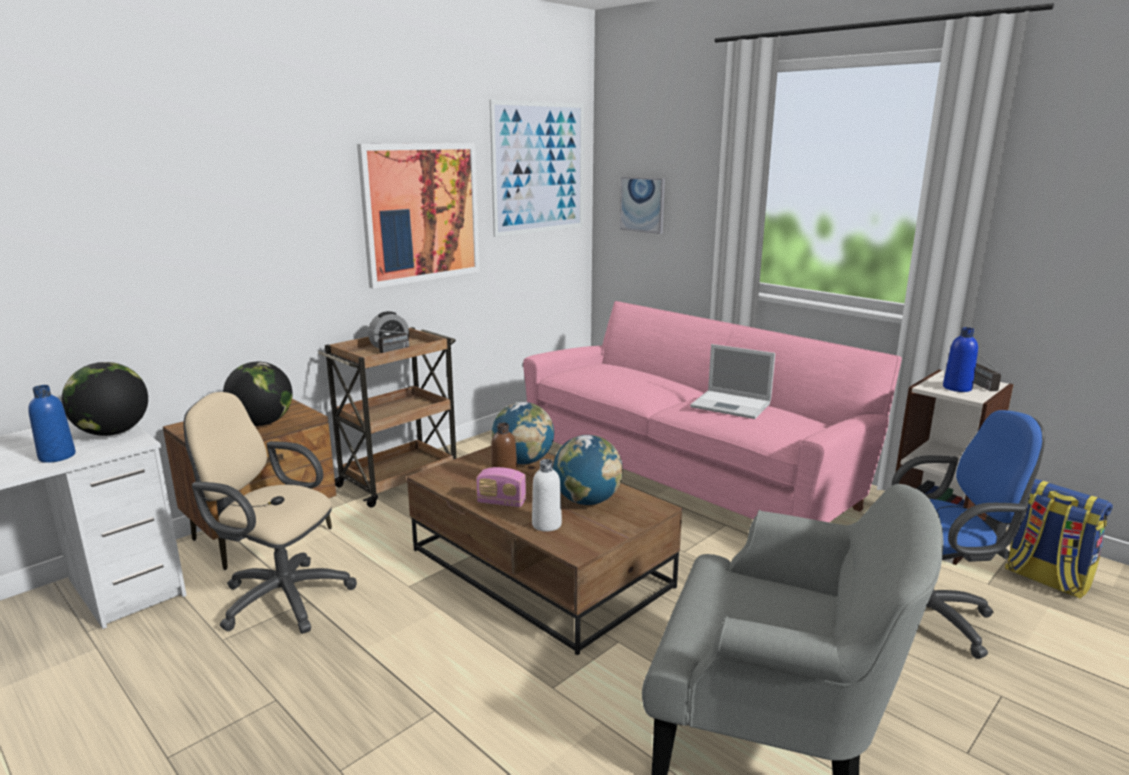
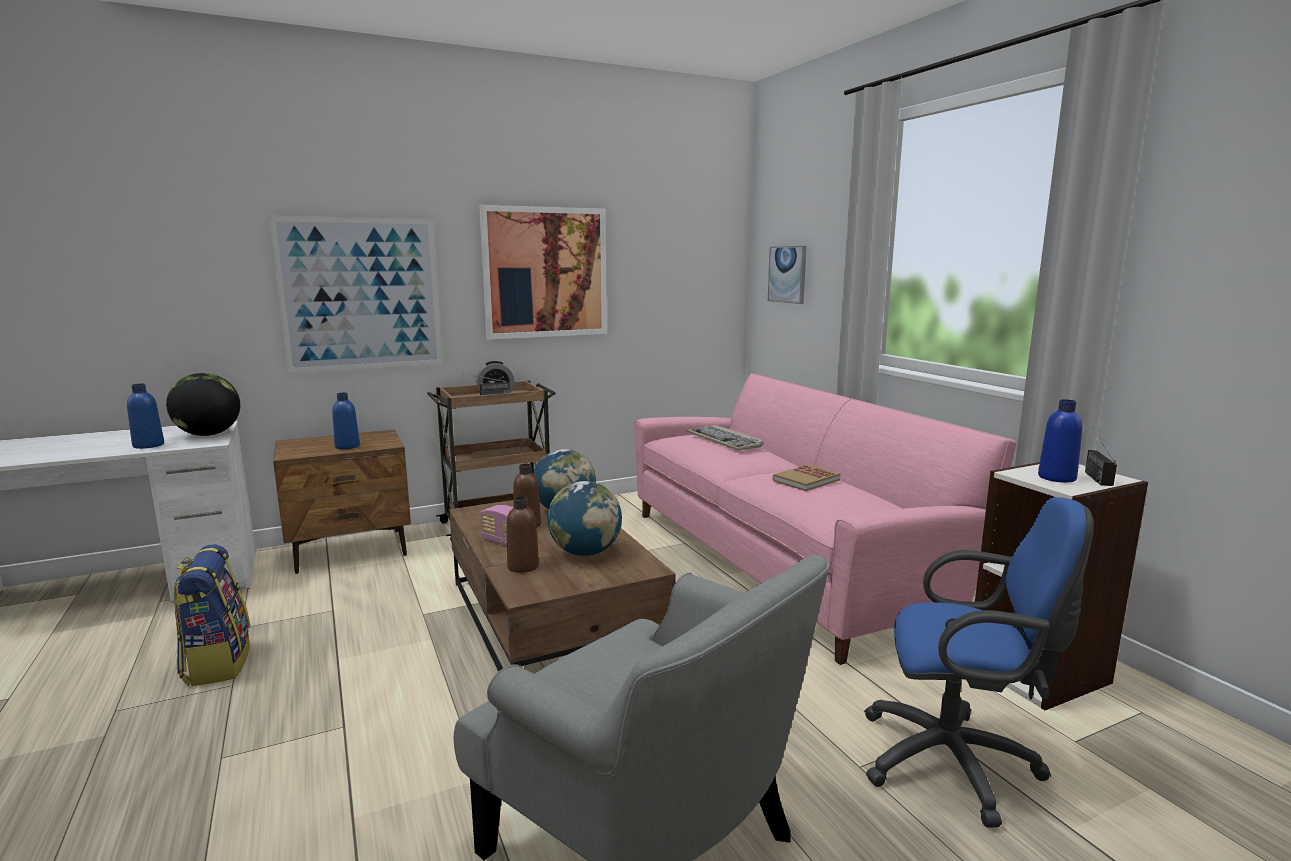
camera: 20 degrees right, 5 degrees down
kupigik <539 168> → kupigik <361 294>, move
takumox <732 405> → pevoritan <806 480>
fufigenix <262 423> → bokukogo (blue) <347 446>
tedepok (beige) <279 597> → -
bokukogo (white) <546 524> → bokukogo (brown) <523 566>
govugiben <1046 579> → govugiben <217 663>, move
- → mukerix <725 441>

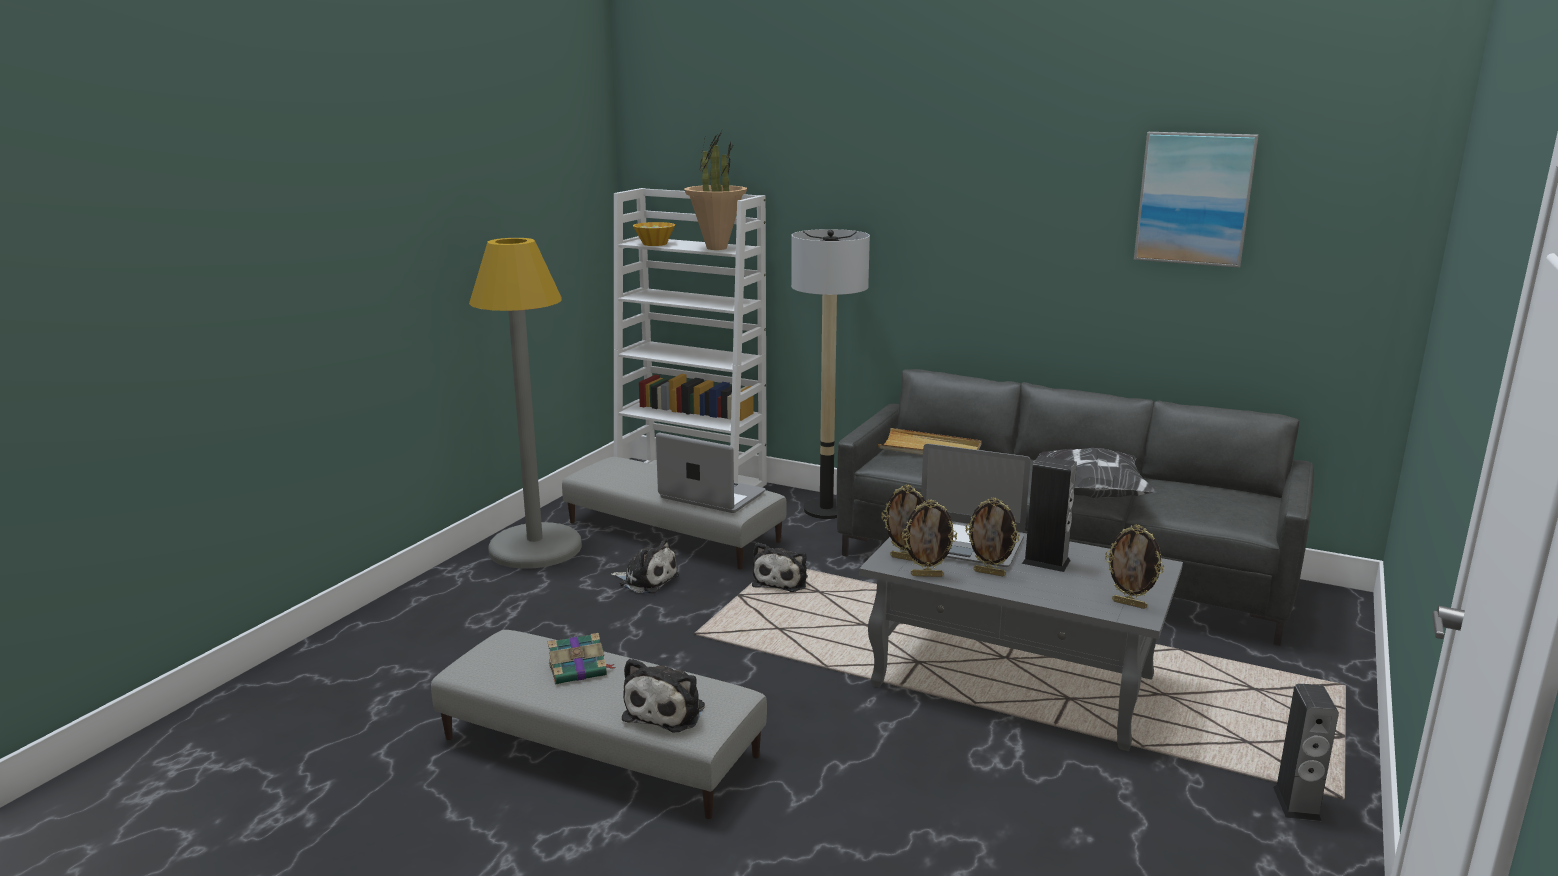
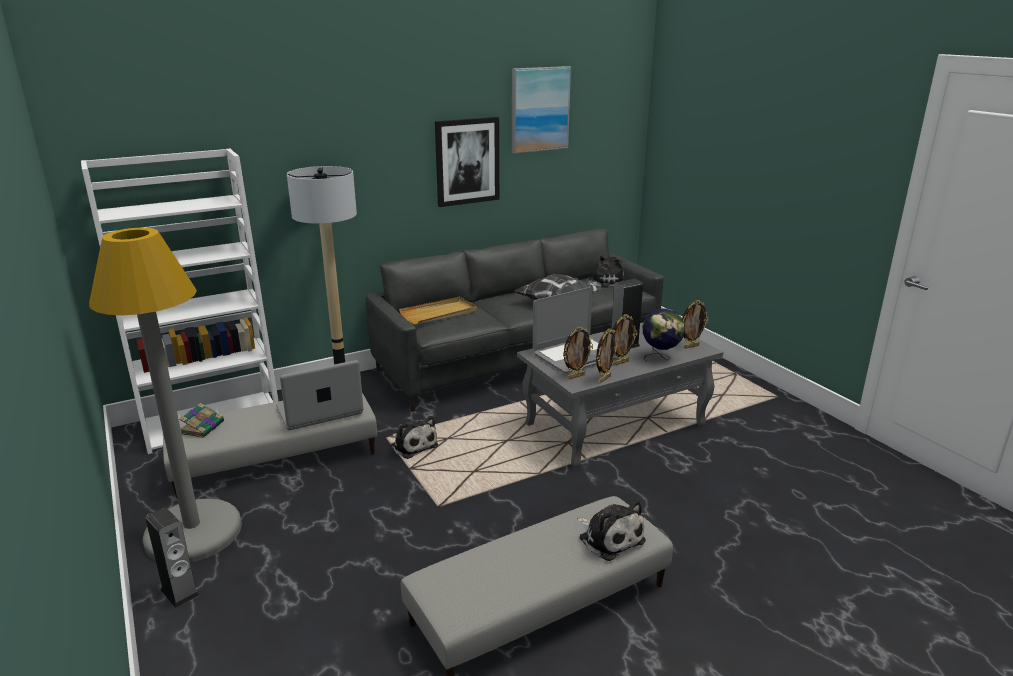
camera: 55 degrees left, 5 degrees up
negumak <716 248> → -
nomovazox <655 244> → -
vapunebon <646 580> → vapunebon <604 282>, move
pevoritan <579 670> → pevoritan <203 427>, move
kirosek <1296 803> → kirosek <179 592>, move
- → kupigik <467 161>
- → fufigenix <660 358>

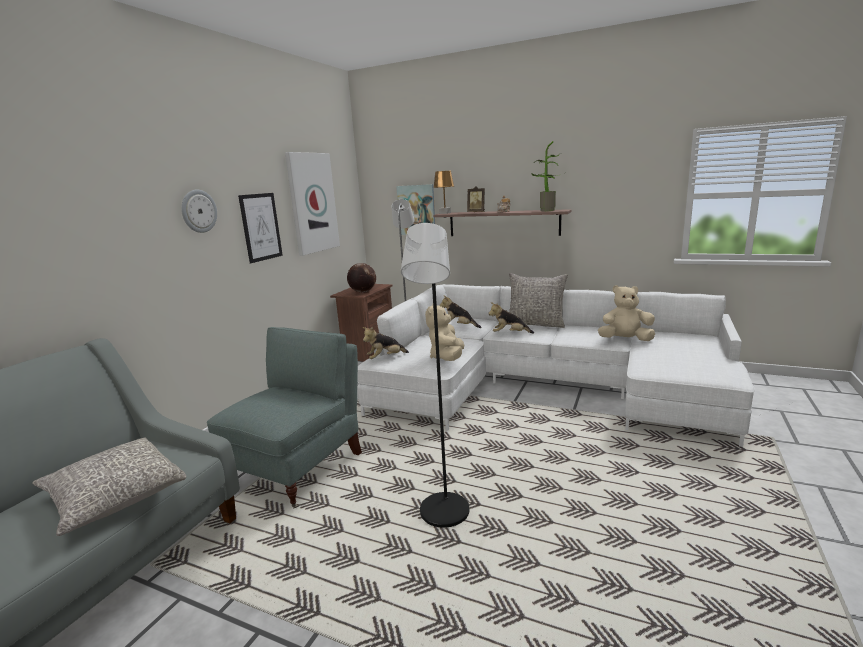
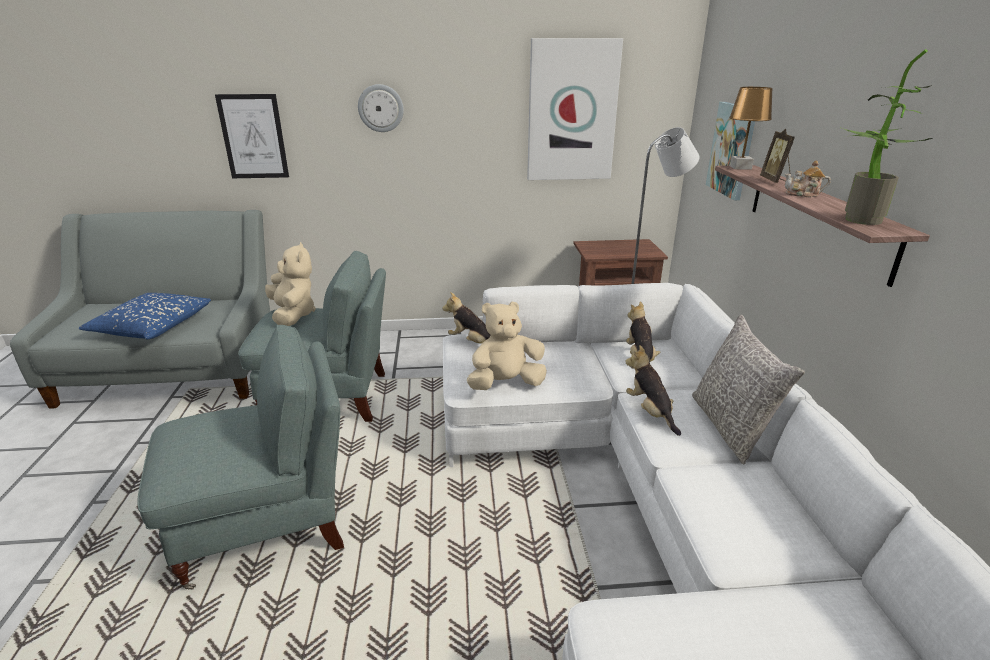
camera: 60 degrees right, 10 degrees up
kupigik <261 227> → kupigik <253 137>, move
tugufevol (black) <443 518> → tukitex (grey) <267 525>
fufigenix <362 292> → -
vapunebon (beige) <625 340> → vapunebon (beige) <293 315>, move
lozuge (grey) <114 496> → lozuge (blue) <152 326>

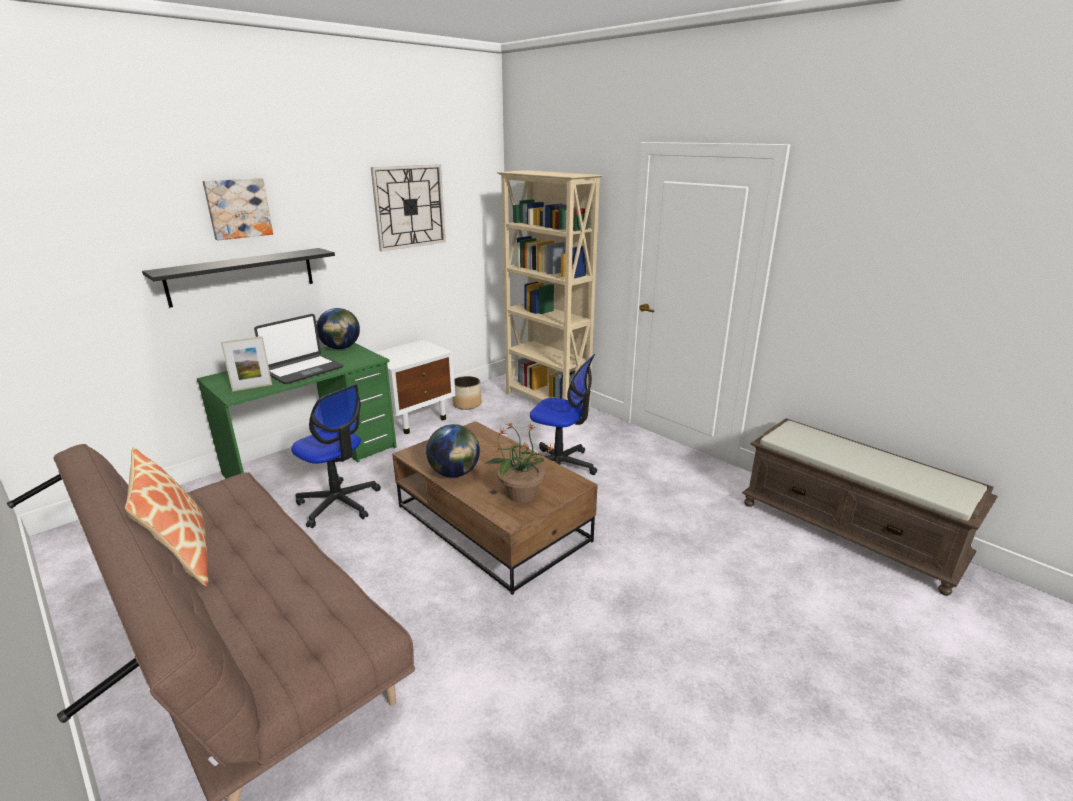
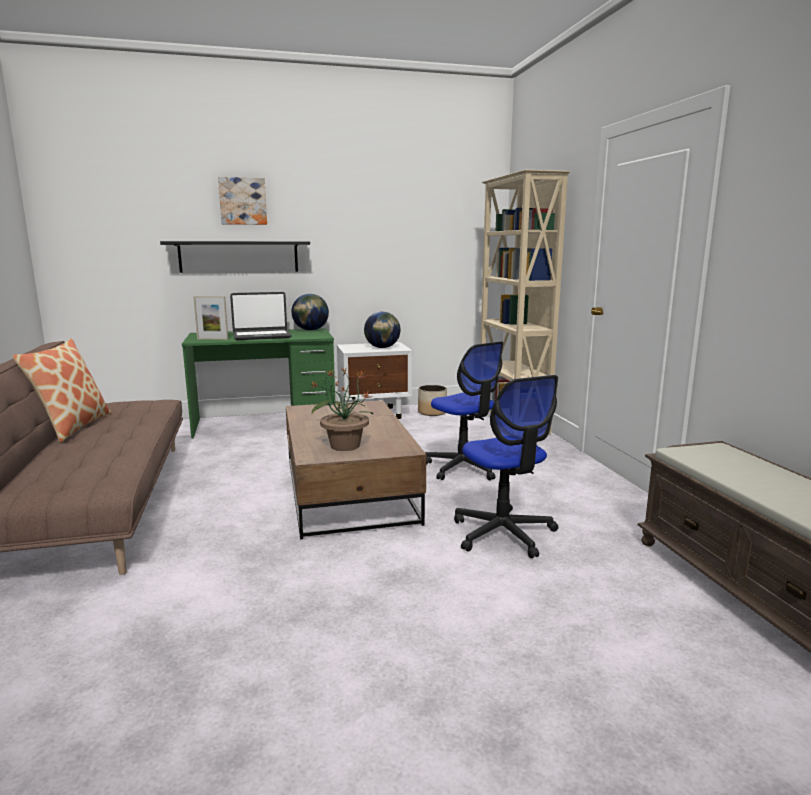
camera: 30 degrees right, 10 degrees down
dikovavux <409 207> → -
tedepok <339 503> → tedepok <503 533>, move
fufigenix <455 473> → fufigenix <382 347>, move

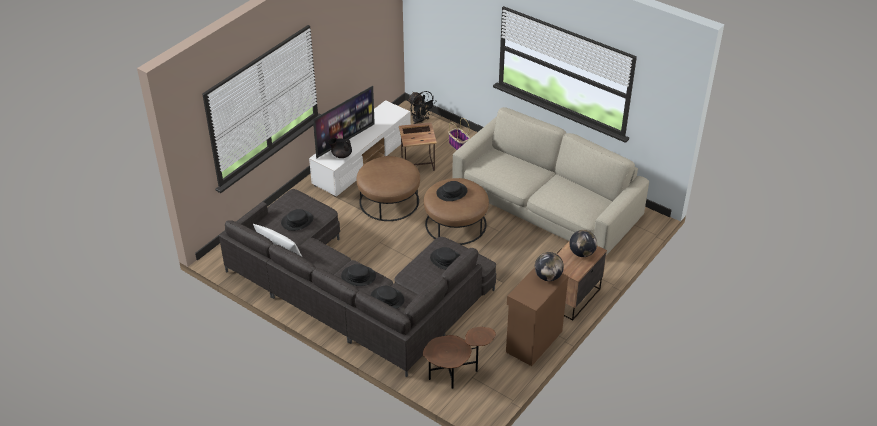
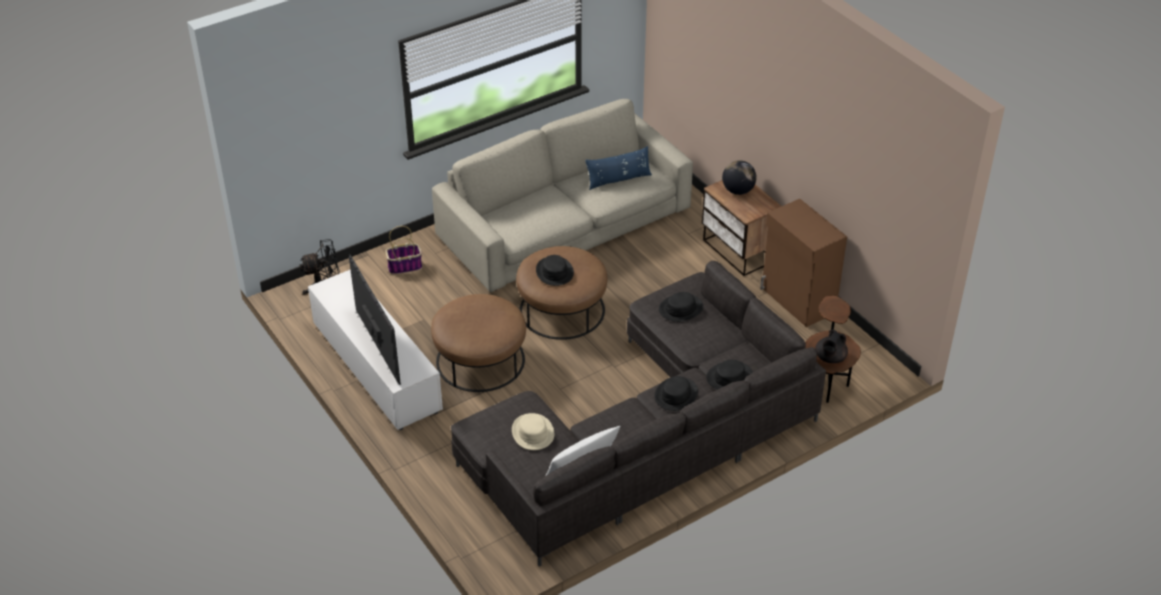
camera: 70 degrees left, 0 degrees up
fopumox <418 164> → -
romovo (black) <341 155> → romovo (black) <830 358>, move
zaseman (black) <297 221> → zaseman (beige) <532 432>
fufigenix <548 277> → -
- → lozuge (blue) <618 180>

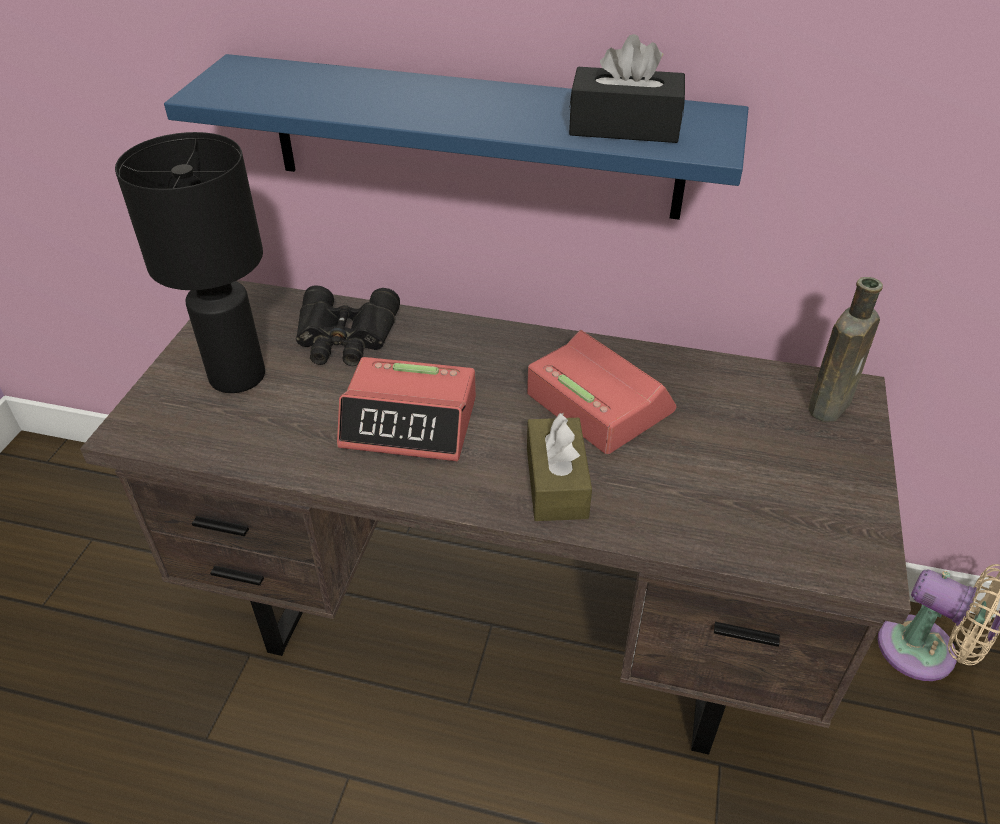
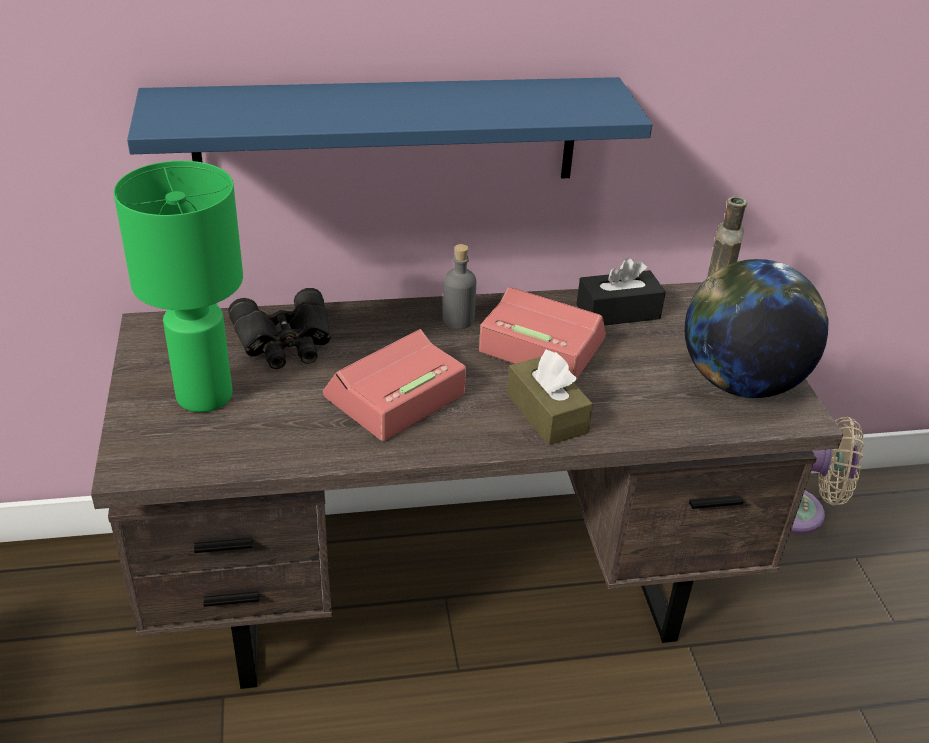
camera: 25 degrees left, 5 degrees down
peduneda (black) <624 127> → peduneda (black) <618 312>, move
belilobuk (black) <239 375> → belilobuk (green) <205 395>
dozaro <410 422> → dozaro <394 397>, 150 degrees clockwise
- → bokukogo (grey) <458 320>
- → fufigenix <740 383>

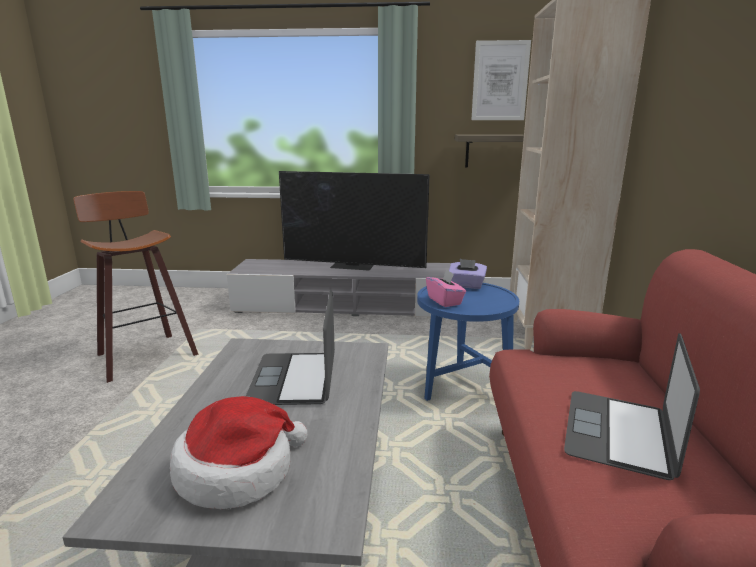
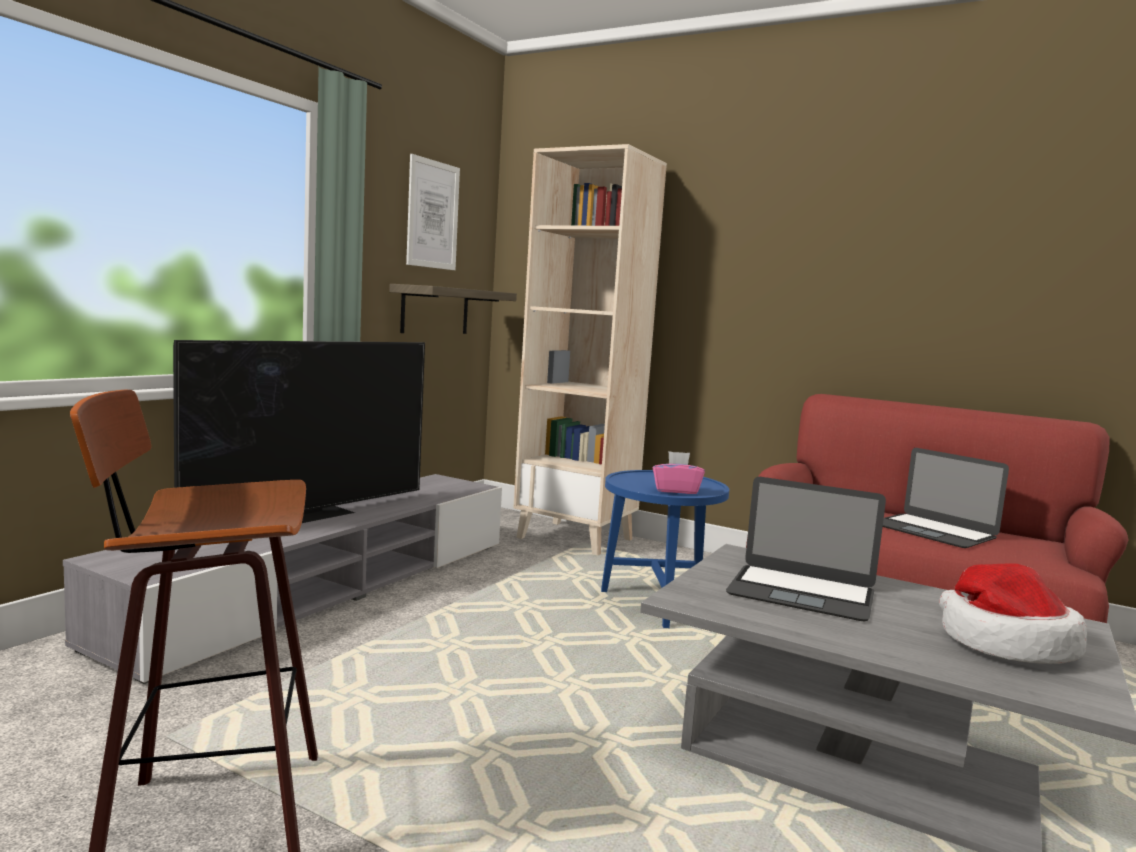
camera: 65 degrees left, 10 degrees down
peduneda (purple) <466 285> → -

